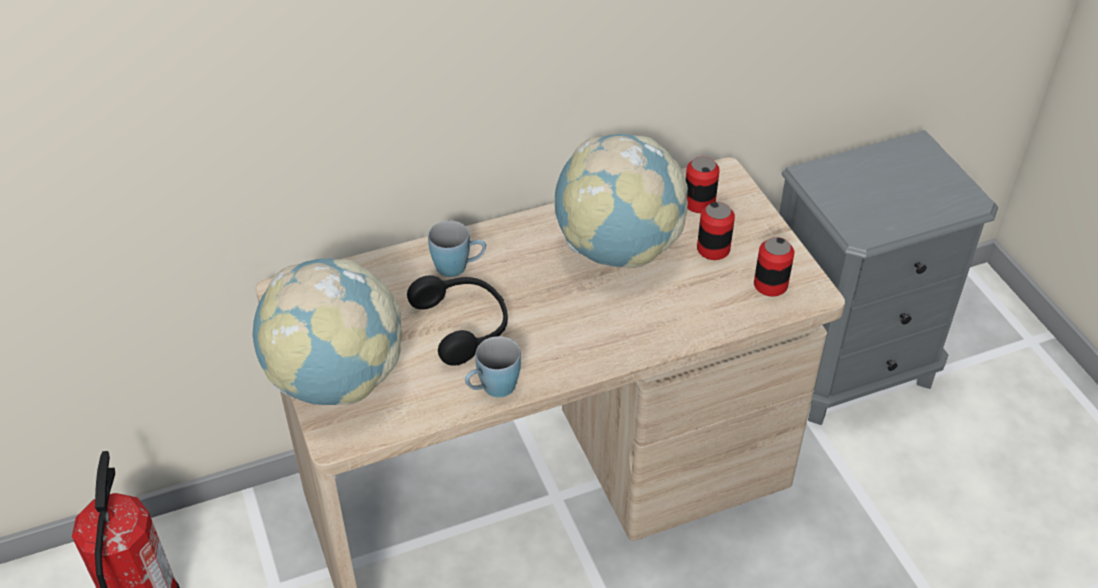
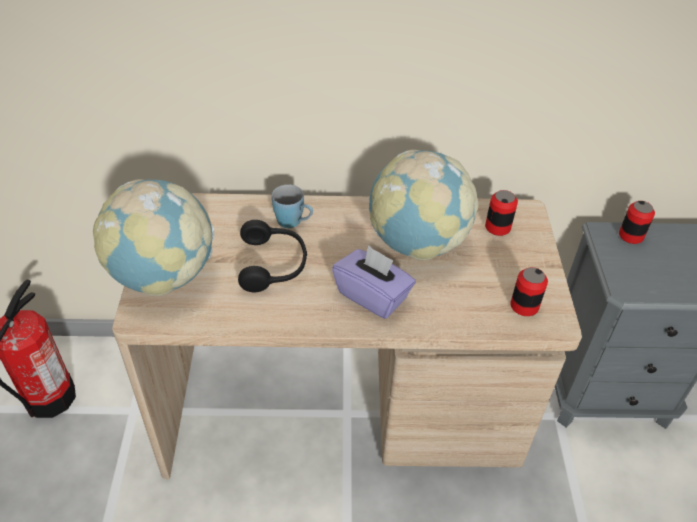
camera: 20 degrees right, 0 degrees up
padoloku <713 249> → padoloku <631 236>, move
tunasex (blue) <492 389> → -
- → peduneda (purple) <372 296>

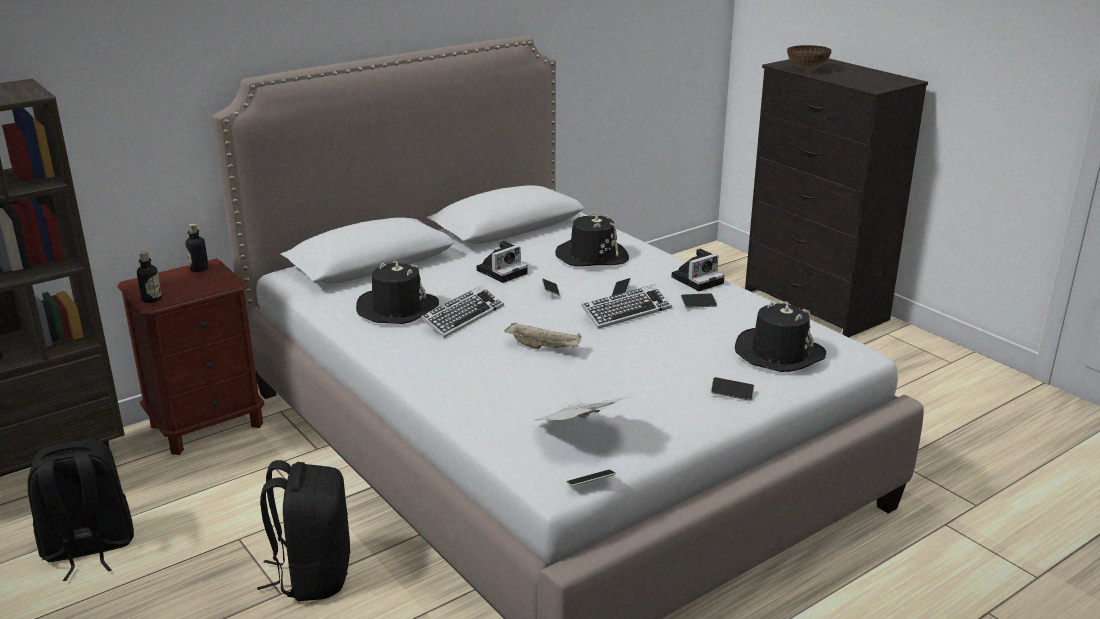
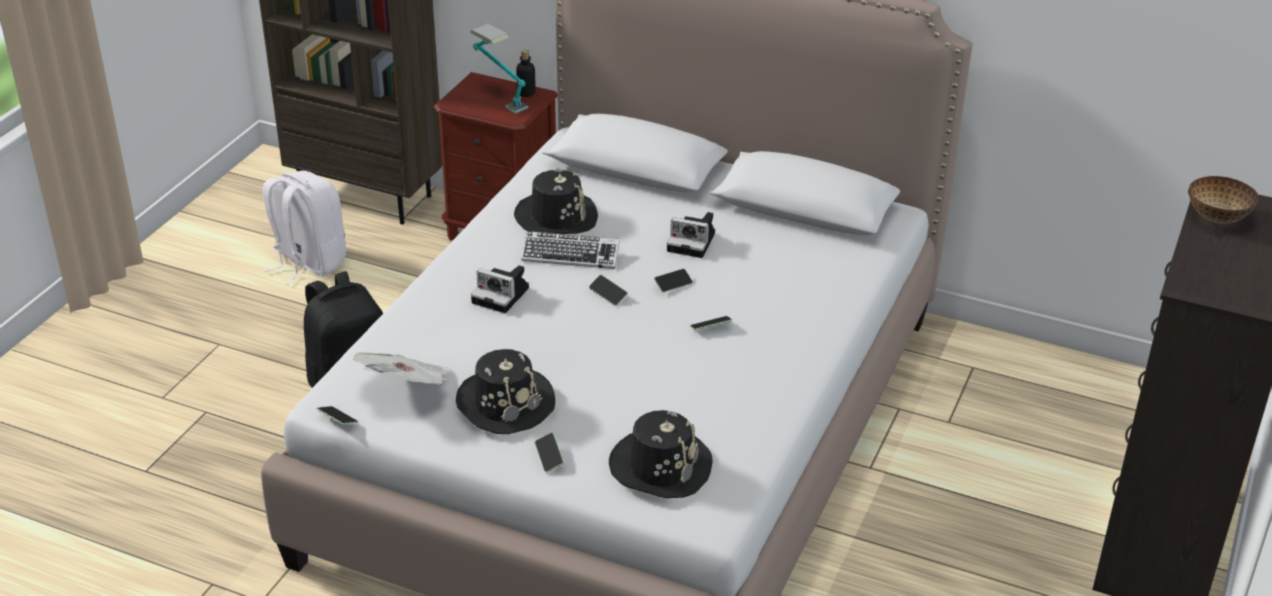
camera: 60 degrees right, 10 degrees up
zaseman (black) <592 256> → zaseman (black) <505 403>, move
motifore <698 279> → motifore <503 295>, move
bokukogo <152 299> → -
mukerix <626 312> → -
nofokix <698 305> → nofokix <608 295>, move
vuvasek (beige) <544 347> → -
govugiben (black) <88 549> → govugiben (white) <308 262>
- → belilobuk <499 99>

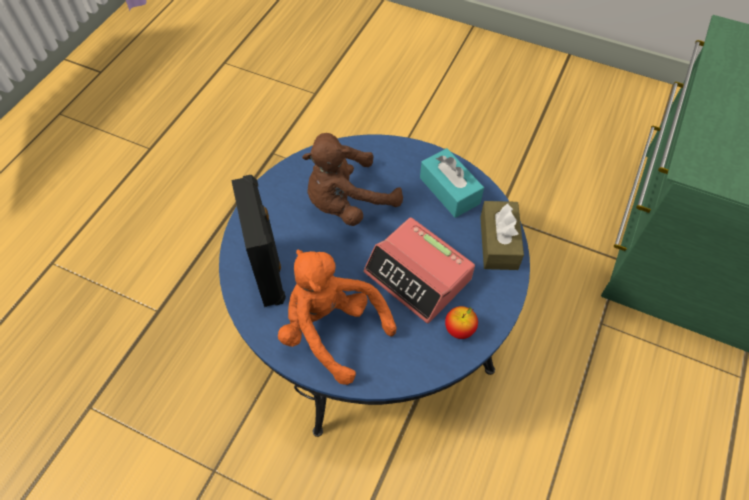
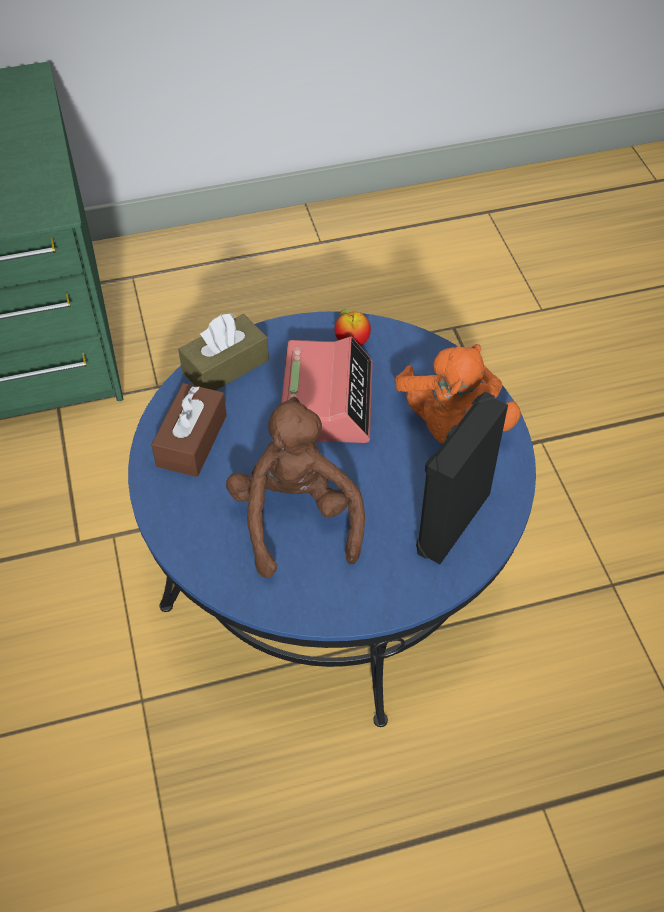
camera: 130 degrees left, 5 degrees down
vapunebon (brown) <347 202> → vapunebon (brown) <296 518>, 120 degrees counterclockwise
peduneda (turquoise) <449 190> → peduneda (brown) <192 440>

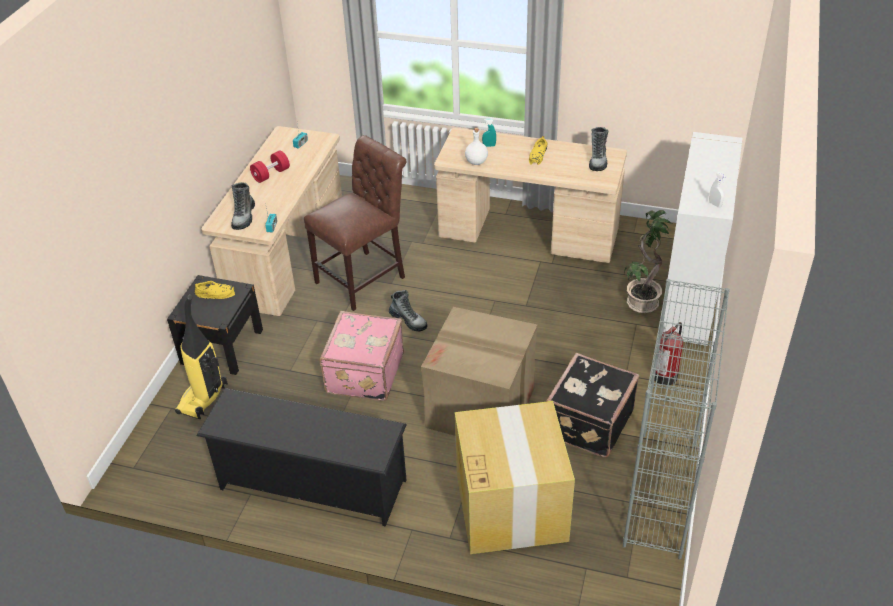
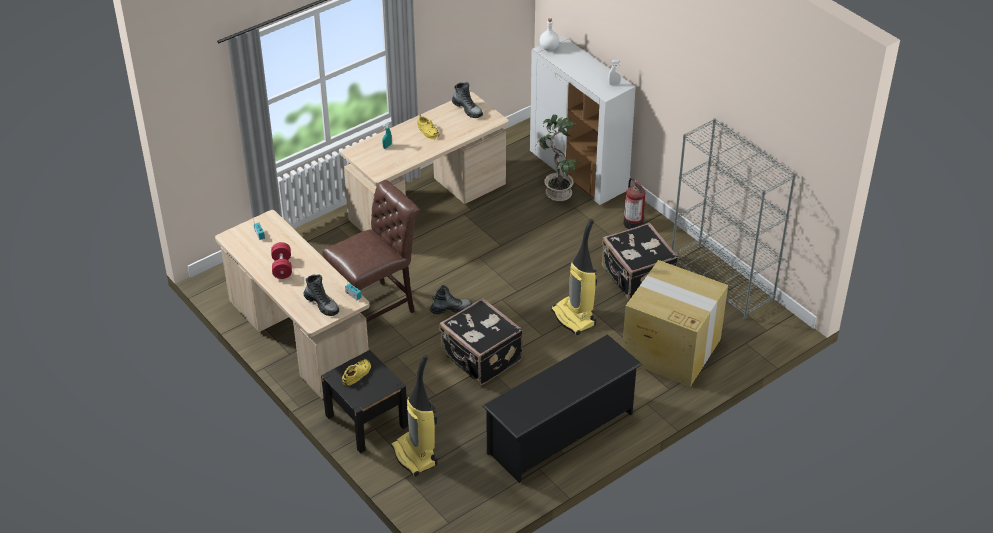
camera: 55 degrees left, 0 degrees up
bokukogo (white) <476 162> → bokukogo (white) <549 48>, move
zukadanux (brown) <364 278> → zukadanux (brown) <376 308>, 60 degrees clockwise
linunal <481 407> → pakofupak <574 318>
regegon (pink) <363 373> → regegon (black) <480 358>

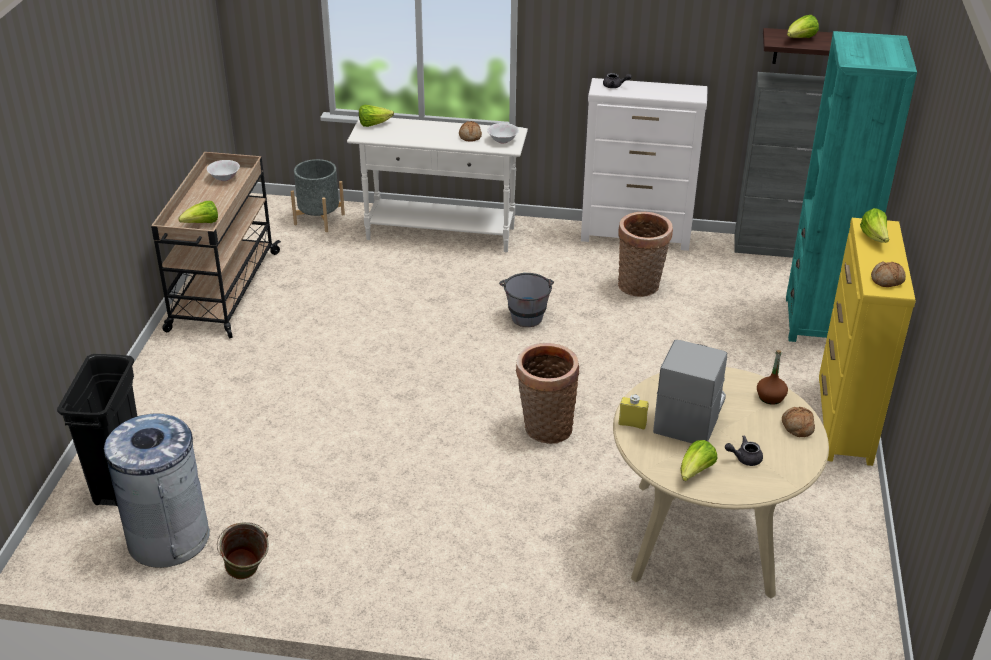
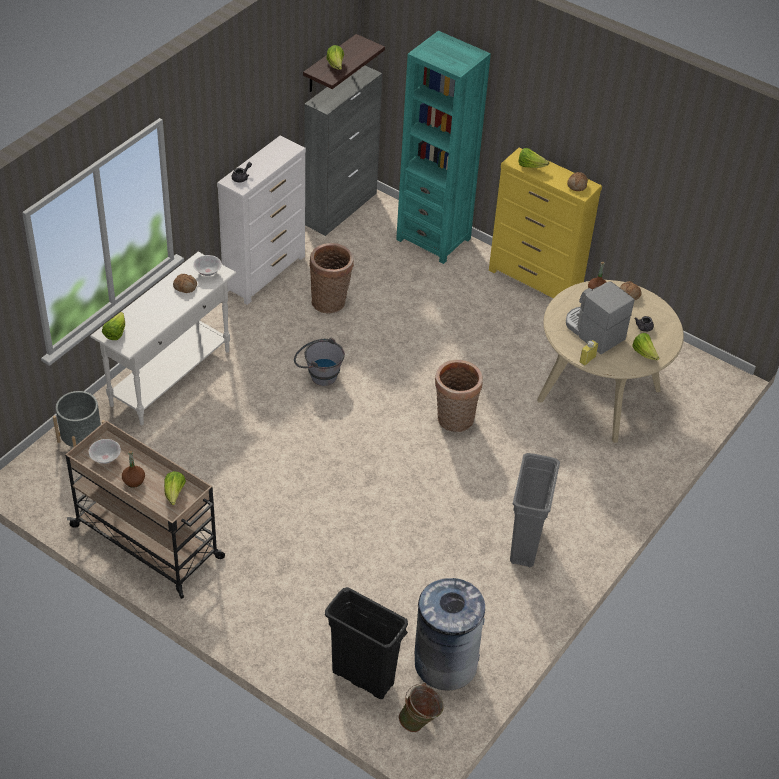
camera: 65 degrees left, 10 degrees up
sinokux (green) <247 576> → sinokux (green) <420 722>, move
- → bokukogo (brown) <133 481>
- → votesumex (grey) <525 544>

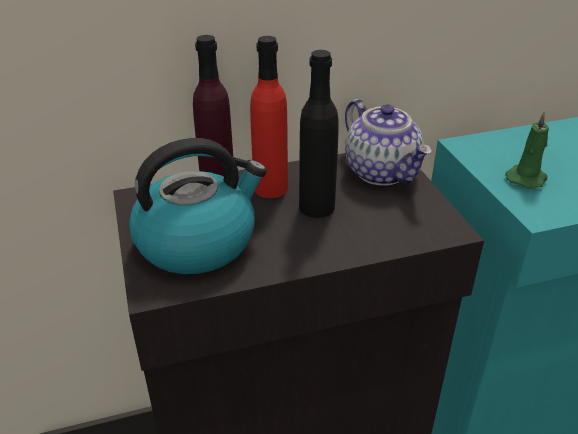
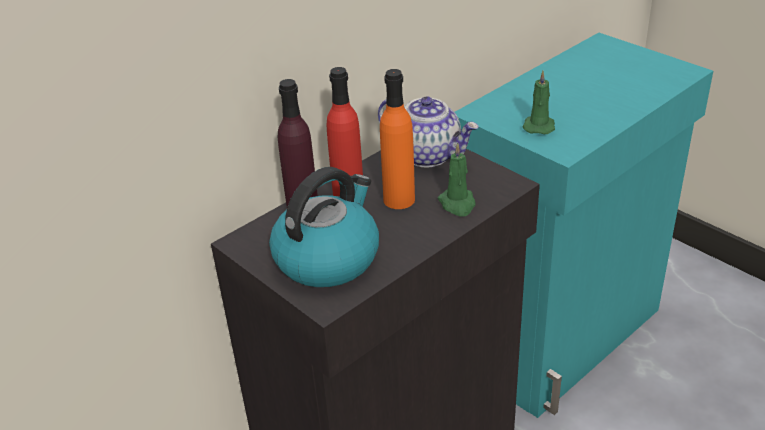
camera: 25 degrees left, 0 degrees up
bokukogo (black) <317 207> → bokukogo (orange) <399 199>
- → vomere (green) <457 204>

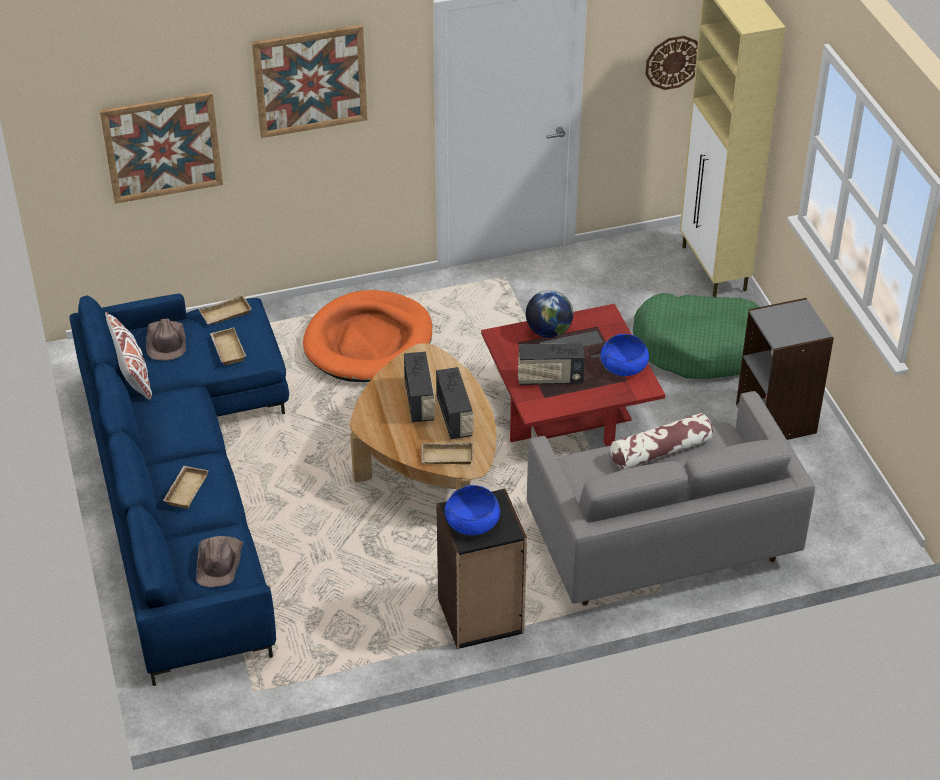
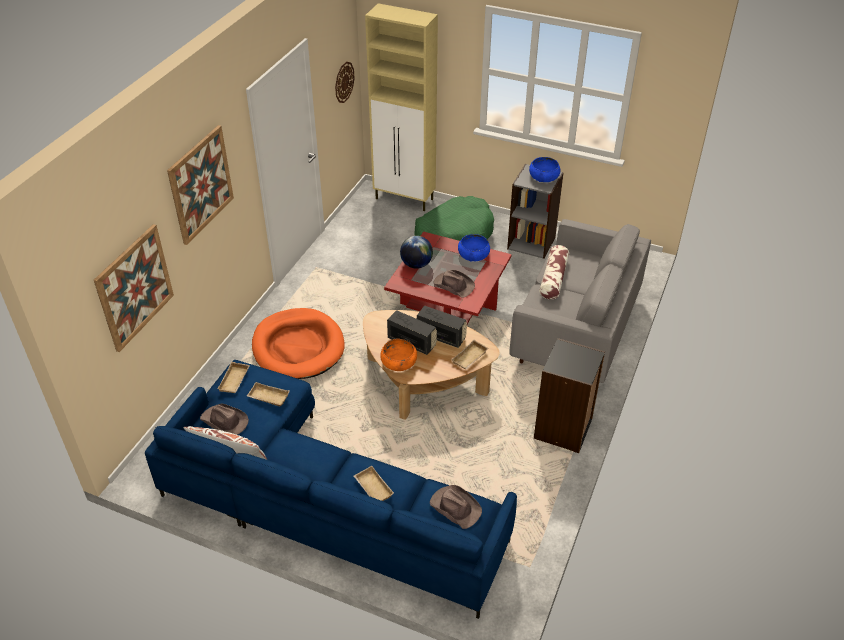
camera: 50 degrees left, 0 degrees up
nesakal <550 379> → zaseman (brown) <453 285>
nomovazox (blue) <472 521> → nomovazox (blue) <544 176>, move
- → nomovazox (orange) <398 362>

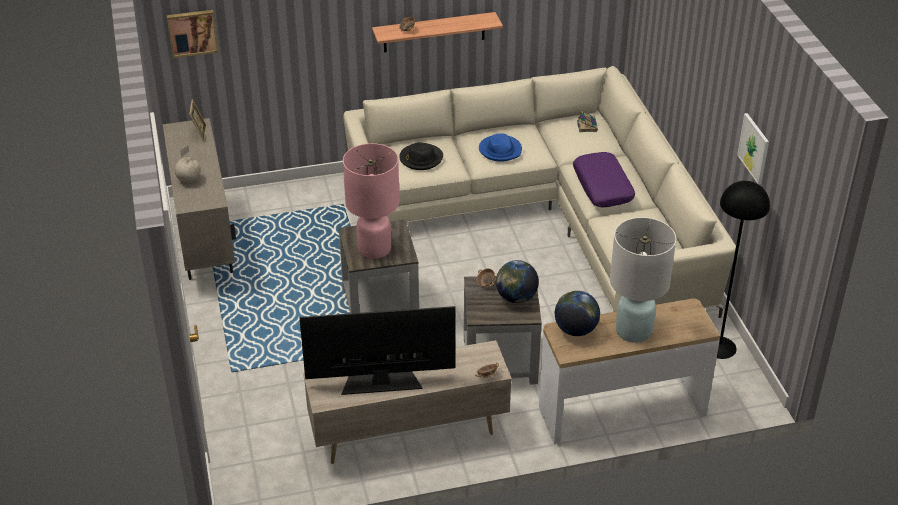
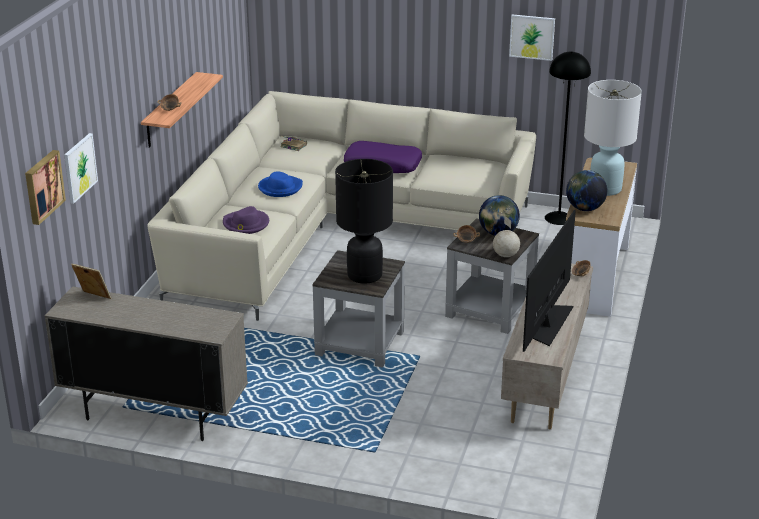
camera: 60 degrees left, 10 degrees down
zaseman (black) <420 158> → zaseman (purple) <246 224>
belilobuk (pink) <374 249> → belilobuk (black) <364 275>
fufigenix <188 180> → fufigenix <505 255>, move
- → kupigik <80 167>

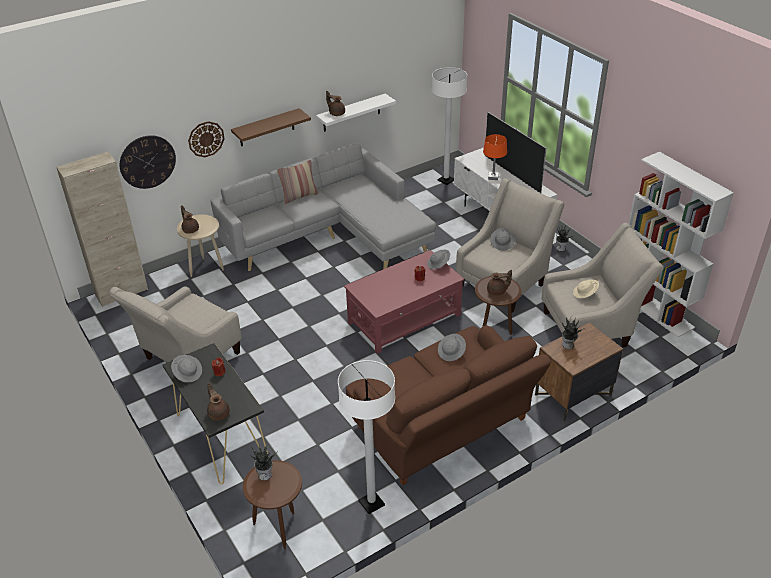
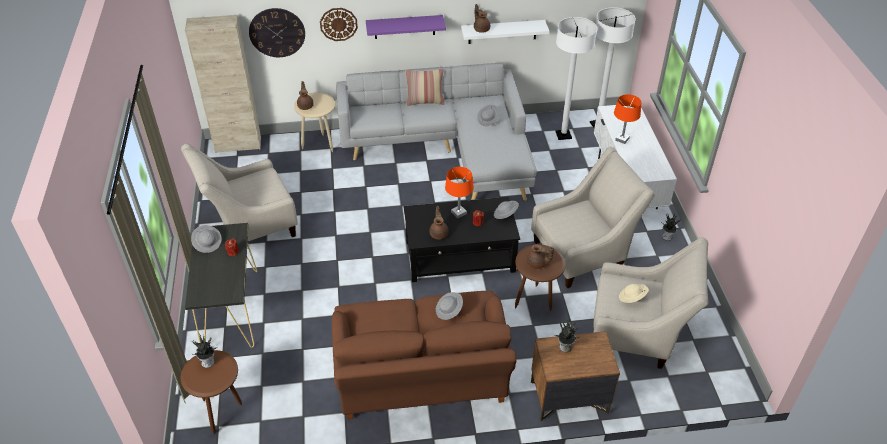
camera: 25 degrees right, 5 degrees up
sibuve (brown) <266 128> → sibuve (purple) <404 27>
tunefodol <512 174> → -
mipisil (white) <654 309> → -
zaseman (grey) <502 244> → zaseman (grey) <488 120>, move
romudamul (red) <405 318> → romudamul (black) <460 256>
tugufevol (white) <371 503> → tugufevol (white) <563 135>, move
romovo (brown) <218 413> → romovo (brown) <439 233>, move
- → belilobuk (orange) <459 213>

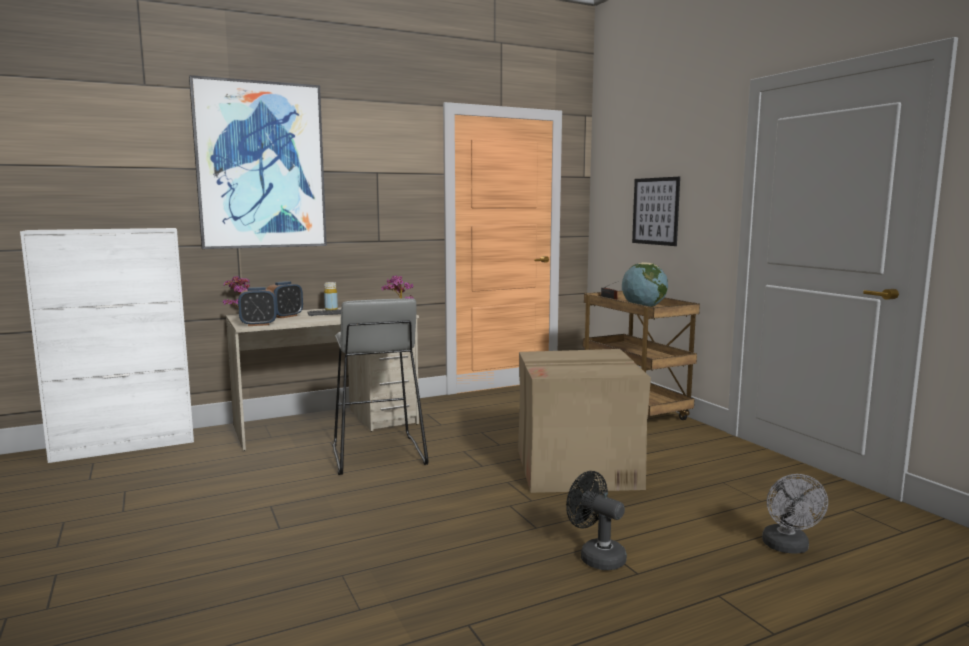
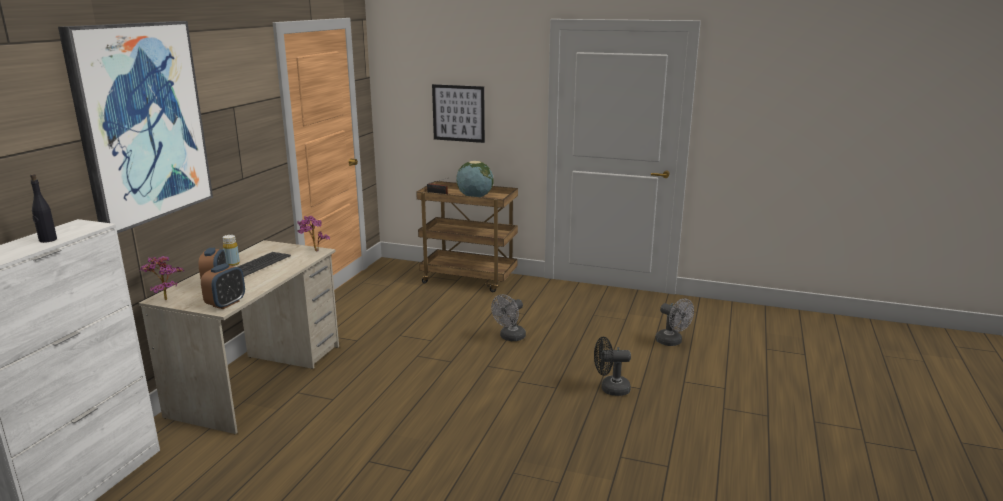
camera: 45 degrees left, 10 degrees up
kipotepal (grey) <377 455> → -
linunal <578 468> → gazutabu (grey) <510 337>
- → bokukogo (black) <47 240>

